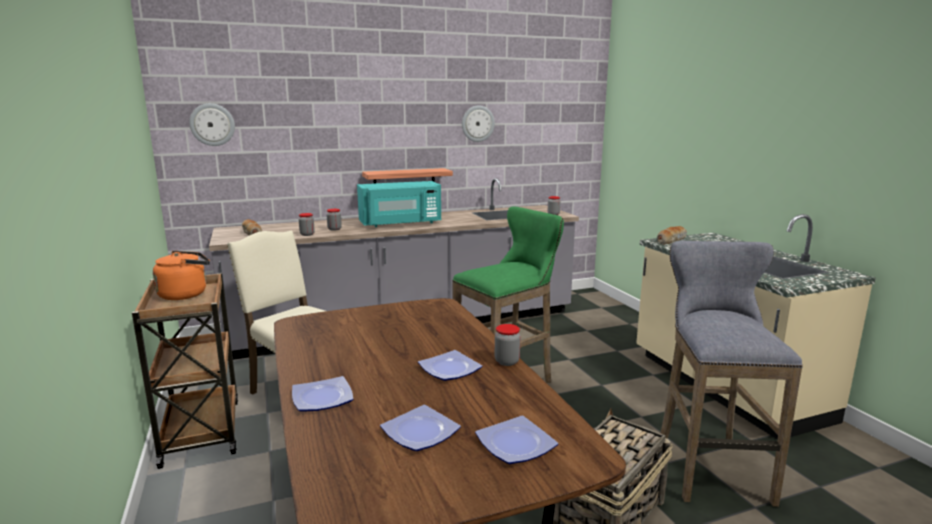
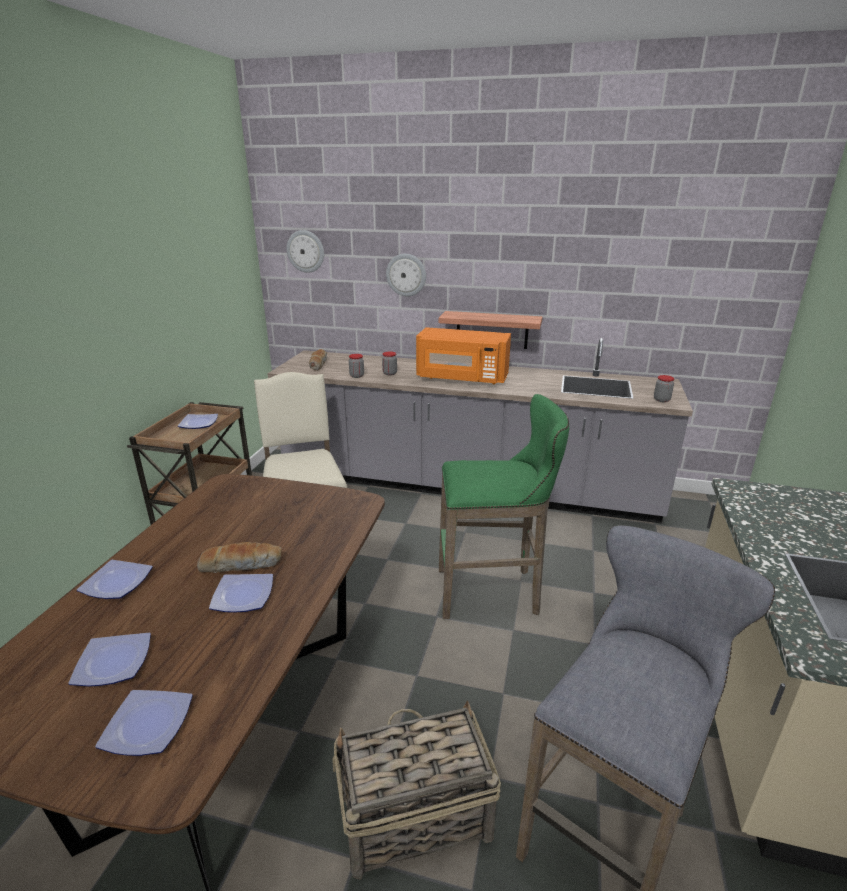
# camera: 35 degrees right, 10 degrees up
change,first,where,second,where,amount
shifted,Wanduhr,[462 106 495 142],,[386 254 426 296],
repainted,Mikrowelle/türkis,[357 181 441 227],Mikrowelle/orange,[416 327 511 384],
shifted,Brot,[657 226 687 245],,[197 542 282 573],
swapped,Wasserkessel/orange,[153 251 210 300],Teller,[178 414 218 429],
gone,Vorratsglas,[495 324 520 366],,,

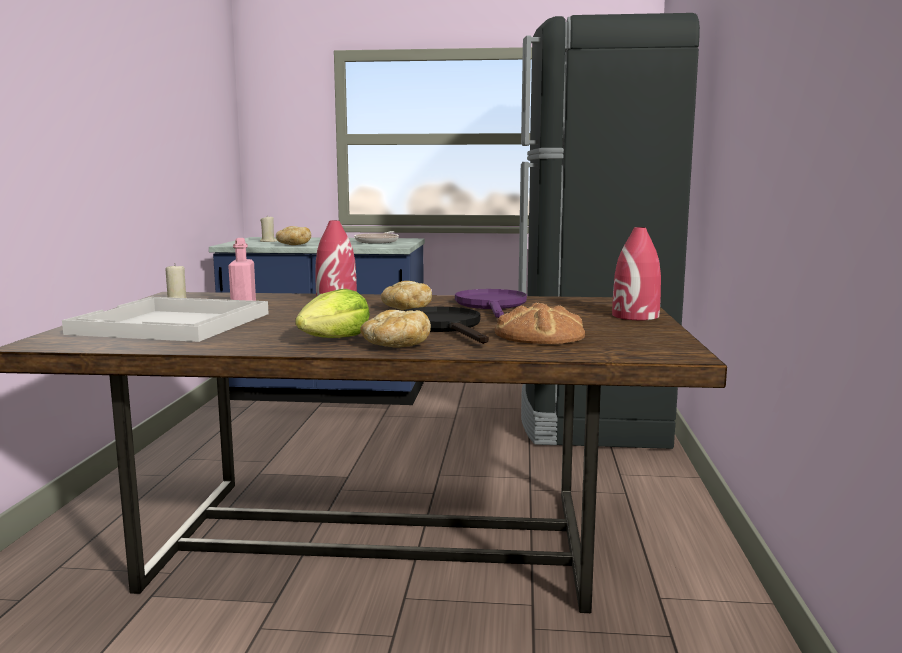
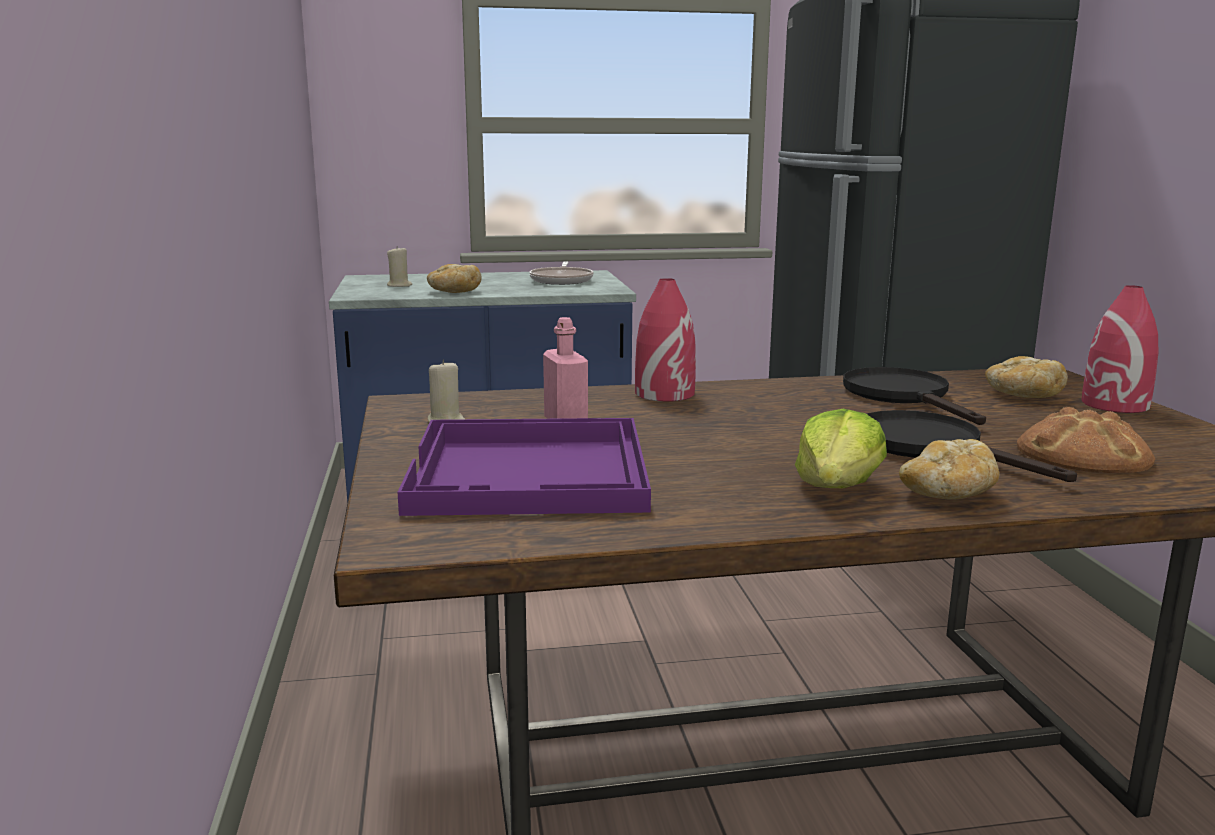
# camera: 15 degrees left, 5 degrees up
change,first,where,second,where,amount
shifted,Brot,[381 281 432 310],,[985 356 1068 398],
repainted,Pfanne/lila,[455 289 527 318],Pfanne/schwarz,[843 367 986 425],
repainted,Tablett/weiß,[62 297 269 342],Tablett/lila,[397 418 651 516],

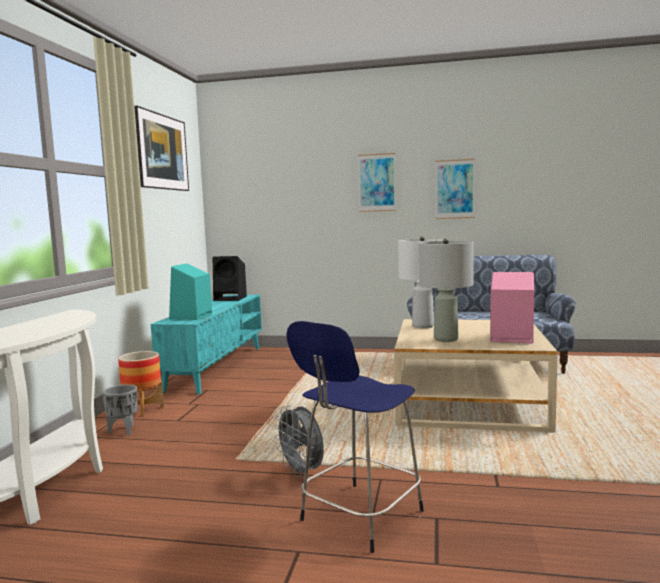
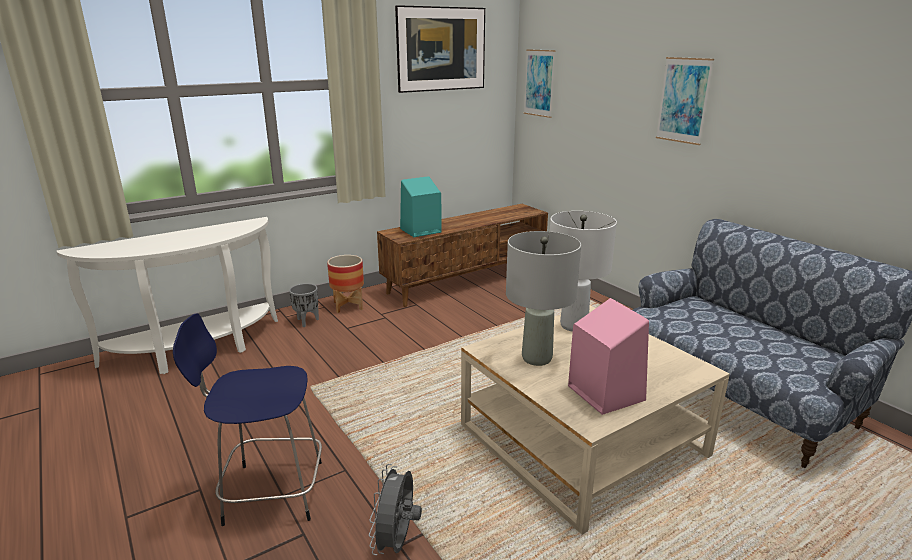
# camera: 45 degrees right, 15 degrees up
change,first,where,second,where,amount
shifted,Bild,[436 159 475 219],,[524 49 556 118],
gone,Lautsprecher/schwarz,[213 256 247 301],,,
repainted,Fernsehschrank/türkis,[151 295 262 394],Fernsehschrank/braun,[377 204 548 307],
shifted,Ventilator/grau,[274 405 324 478],,[369 464 422 555],

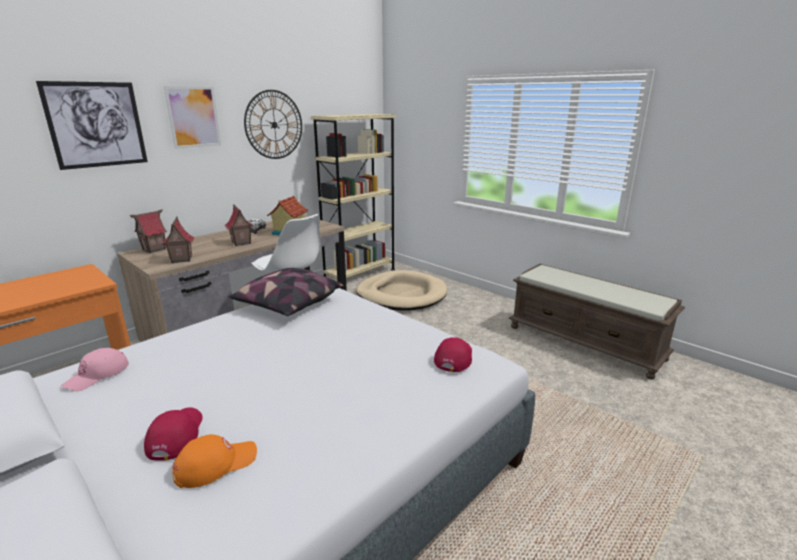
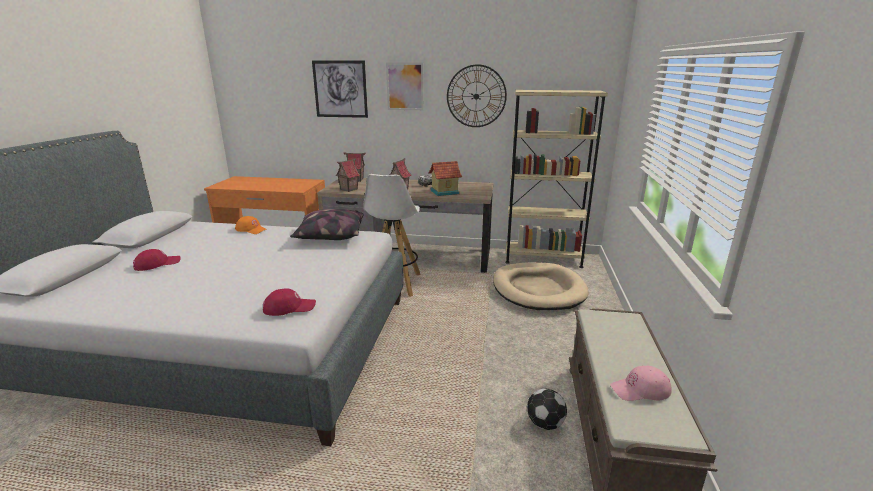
# camera: 55 degrees right, 0 degrees up
change,first,where,second,where,amount
shifted,Kappe/rosa,[61 348 129 391],,[610 366 671 401],
shifted,Kappe/orange,[172 434 257 488],,[235 216 268 234],
new,,,Fußball,[527 389 567 430],

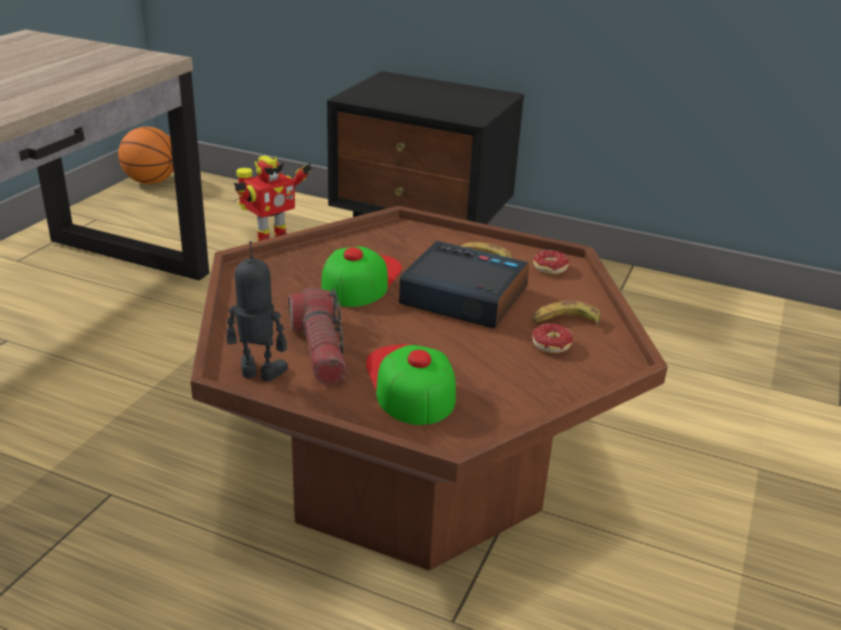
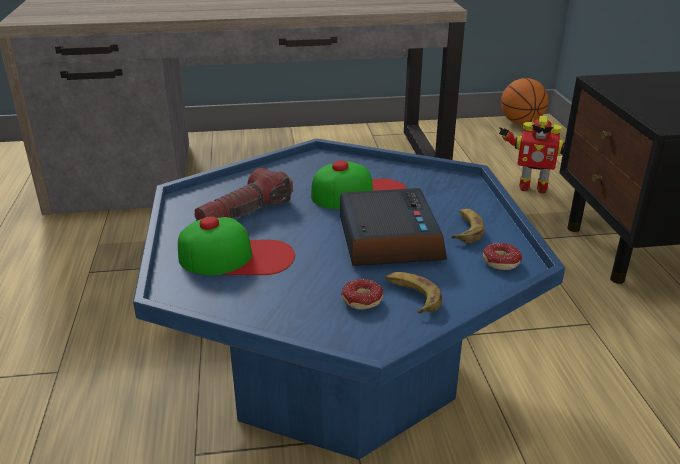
# camera: 60 degrees right, 0 degrees up
change,first,where,second,where,amount
repainted,Couchtisch/braun,[190 206 668 571],Couchtisch/blau,[133 138 565 460],
gone,Spielzeugroboter,[227 241 288 381],,,
rotated,Kappe,[366 344 456 425],,[178 216 295 275],45 degrees clockwise

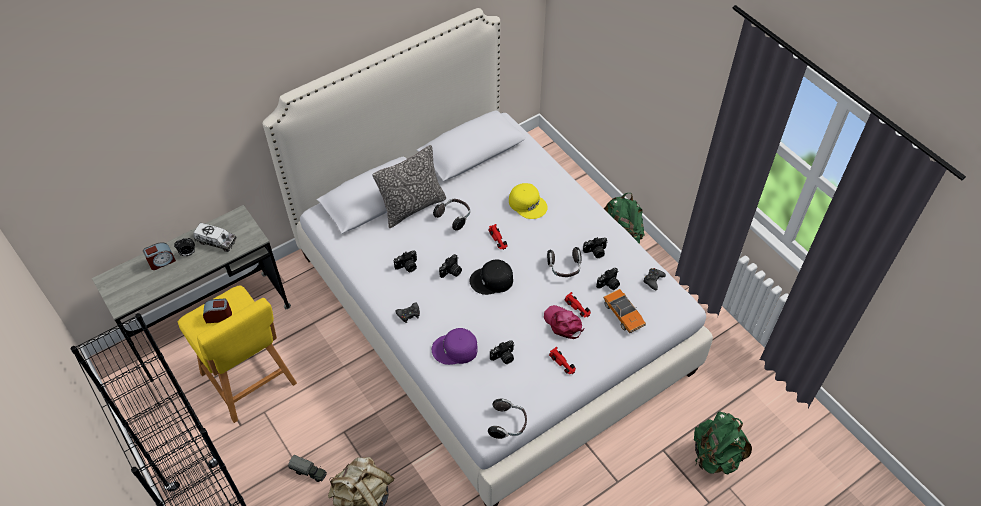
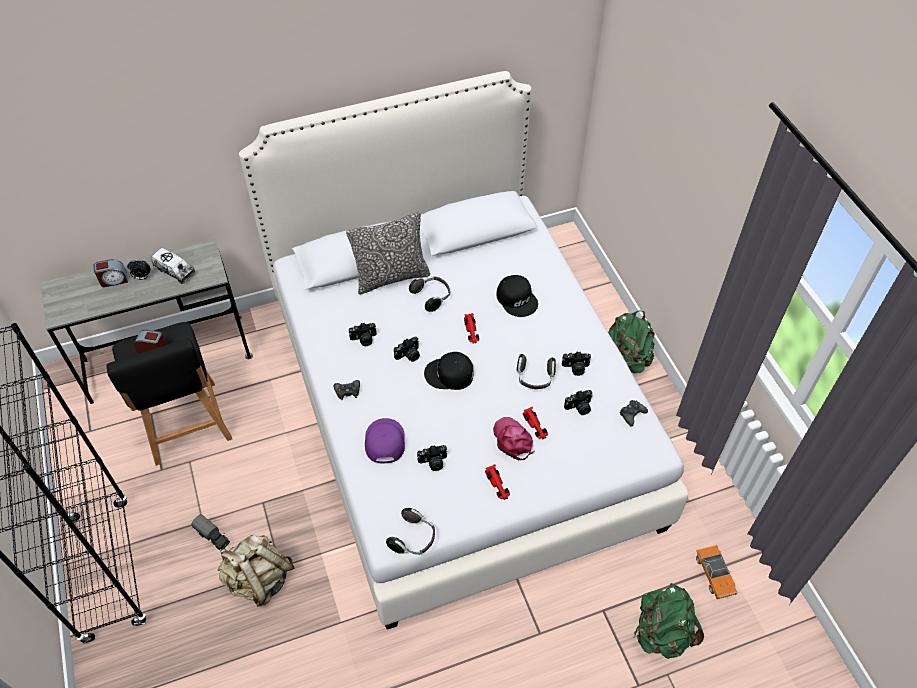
# camera: 15 degrees right, 0 degrees up
change,first,where,second,where,amount
repainted,Kappe/gelb,[509 183 548 219],Kappe/schwarz,[496 275 538 317],
repainted,Hocker/gelb,[178 285 297 423],Hocker/schwarz,[106 322 232 466],
shifted,Spielzeugauto,[603 289 646 333],,[696 545 737 599],
rotated,Kappe/lila,[432 328 478 365],,[365 418 405 463],75 degrees clockwise

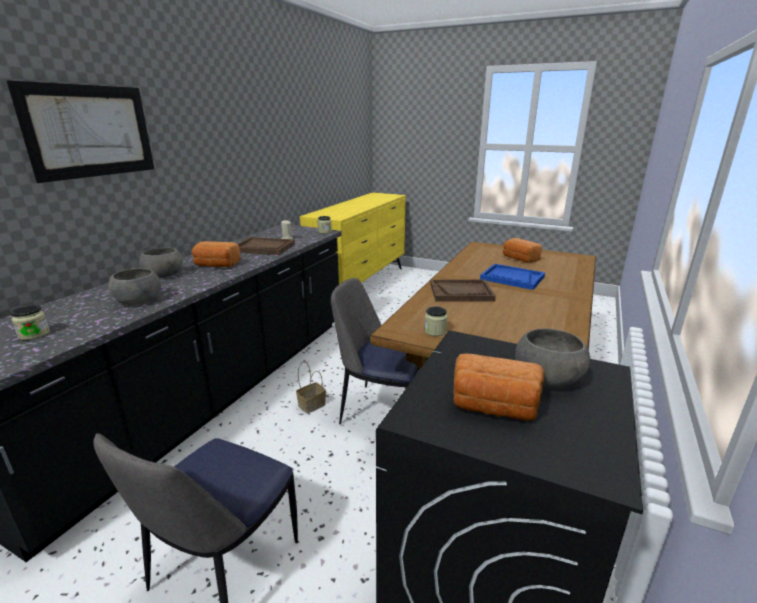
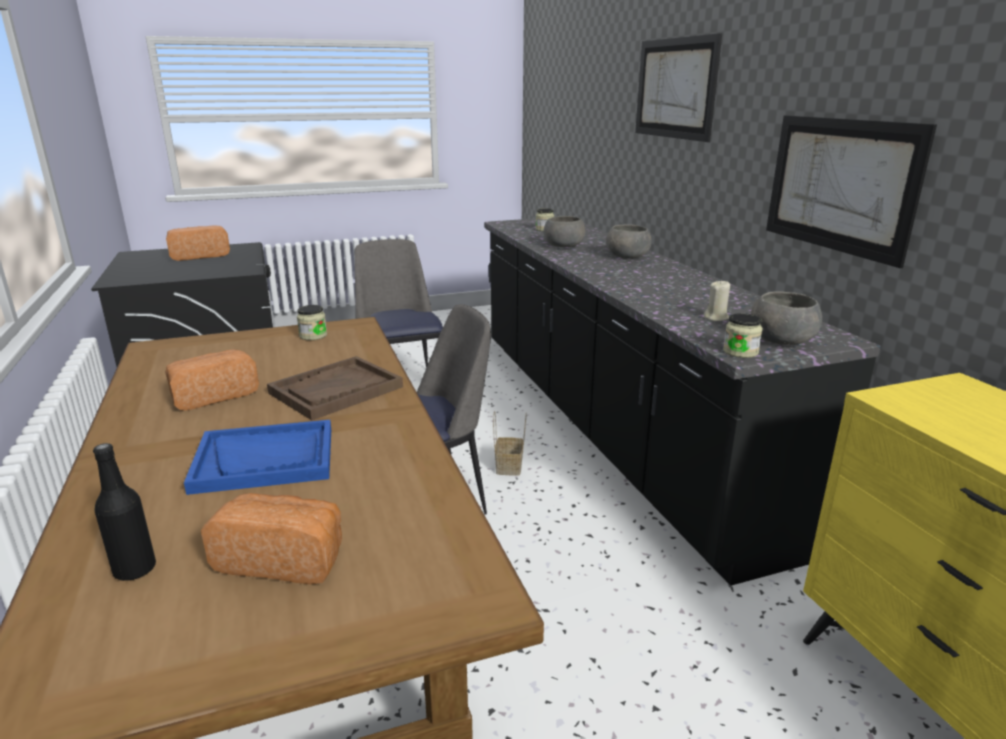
# camera: 135 degrees right, 0 degrees up
change,first,where,second,where,amount
gone,Tablett/braun,[238 237 295 255],,,
shifted,Brot,[192 241 241 267],,[165 350 259 411],
shifted,Schüssel/grau,[515 328 590 387],,[751 291 822 345],
new,,,Bild,[766 116 937 268],
new,,,Flasche/schwarz,[93 443 156 581],

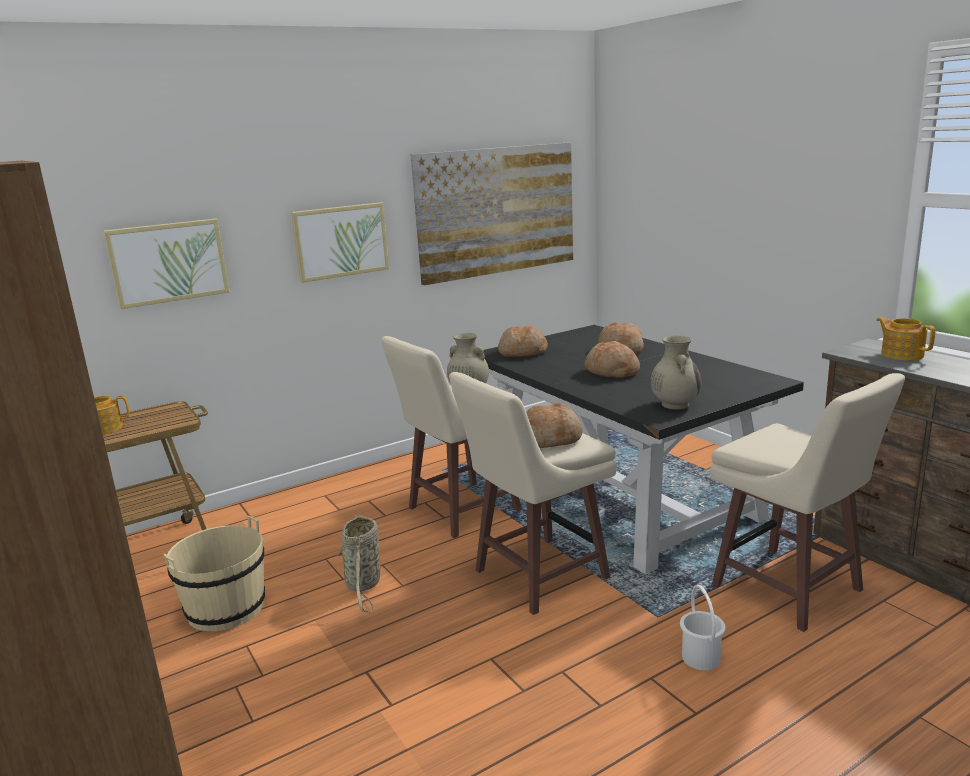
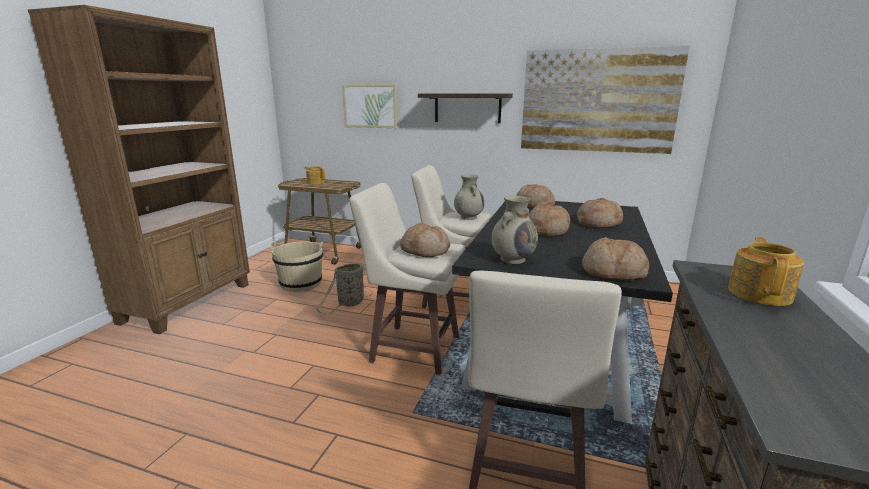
# camera: 50 degrees right, 0 degrees up
change,first,where,second,where,amount
swapped,Bild,[291 202 389 283],Wandregal,[418 93 513 123],
gone,Eimer/weiß,[680 585 726 670],,,
new,,,Brot,[582 237 649 280],

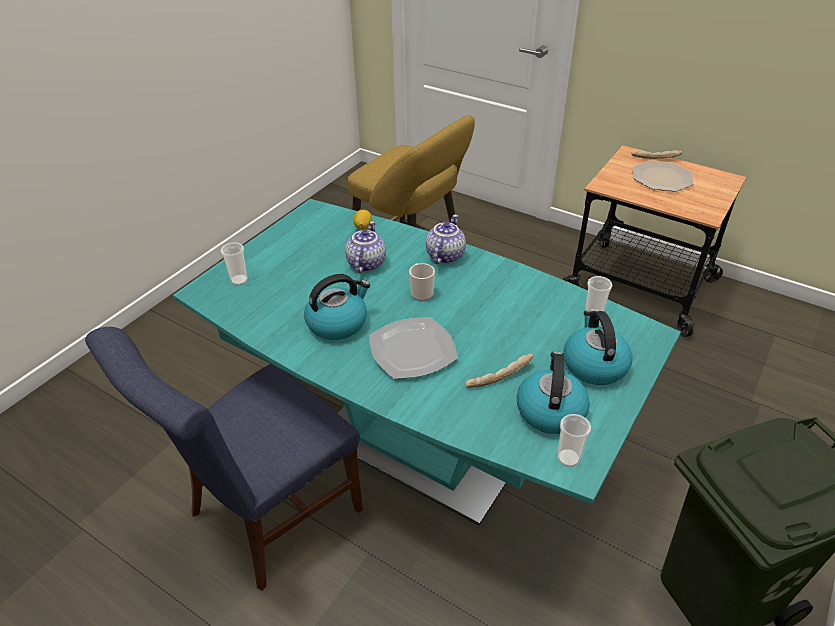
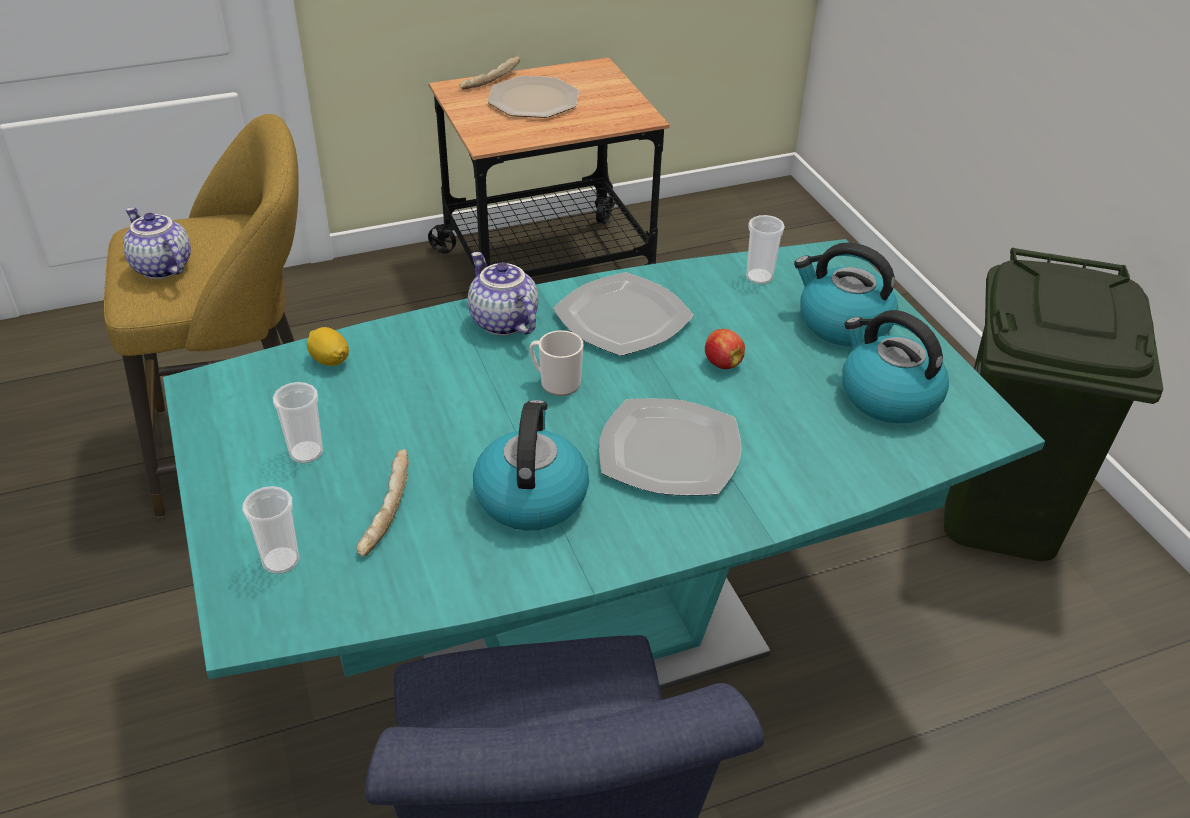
# camera: 55 degrees left, 0 degrees up
change,first,where,second,where,amount
shifted,Teekanne,[345 221 386 273],,[123 207 191 279],
shifted,Brot,[465 353 533 388],,[356 449 409 557],
shifted,Tasse,[557 414 591 467],,[273 382 323 463],
new,,,Teller,[553 272 694 356],
new,,,Apfel,[705 329 745 369],

